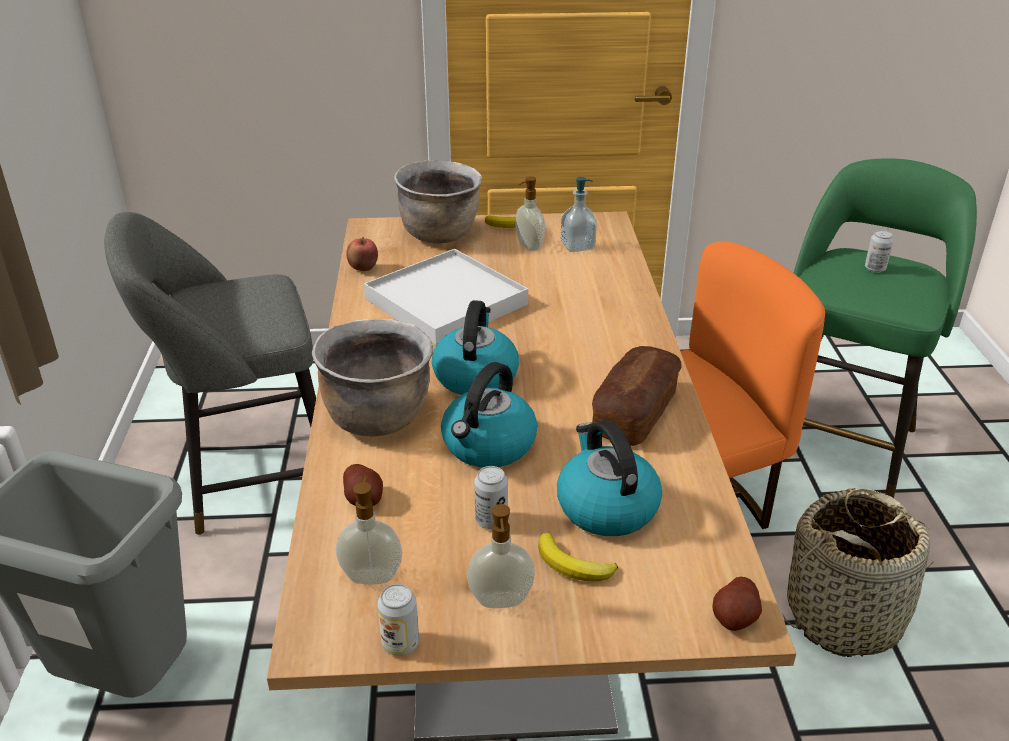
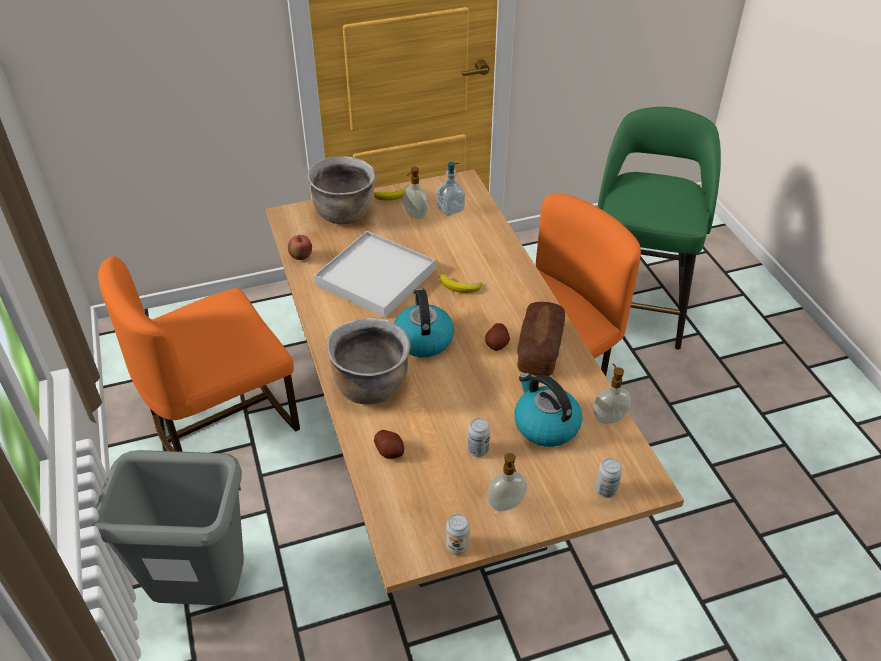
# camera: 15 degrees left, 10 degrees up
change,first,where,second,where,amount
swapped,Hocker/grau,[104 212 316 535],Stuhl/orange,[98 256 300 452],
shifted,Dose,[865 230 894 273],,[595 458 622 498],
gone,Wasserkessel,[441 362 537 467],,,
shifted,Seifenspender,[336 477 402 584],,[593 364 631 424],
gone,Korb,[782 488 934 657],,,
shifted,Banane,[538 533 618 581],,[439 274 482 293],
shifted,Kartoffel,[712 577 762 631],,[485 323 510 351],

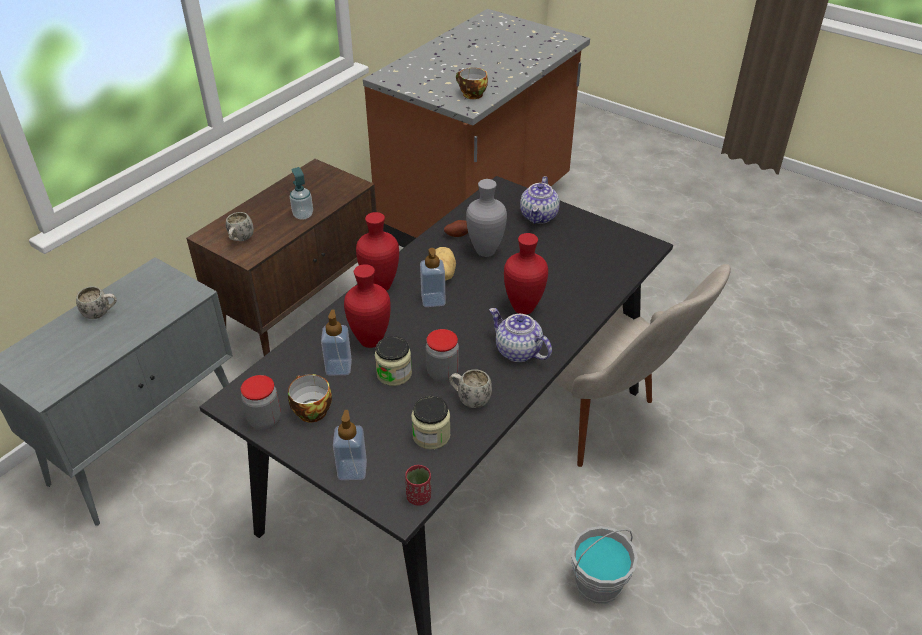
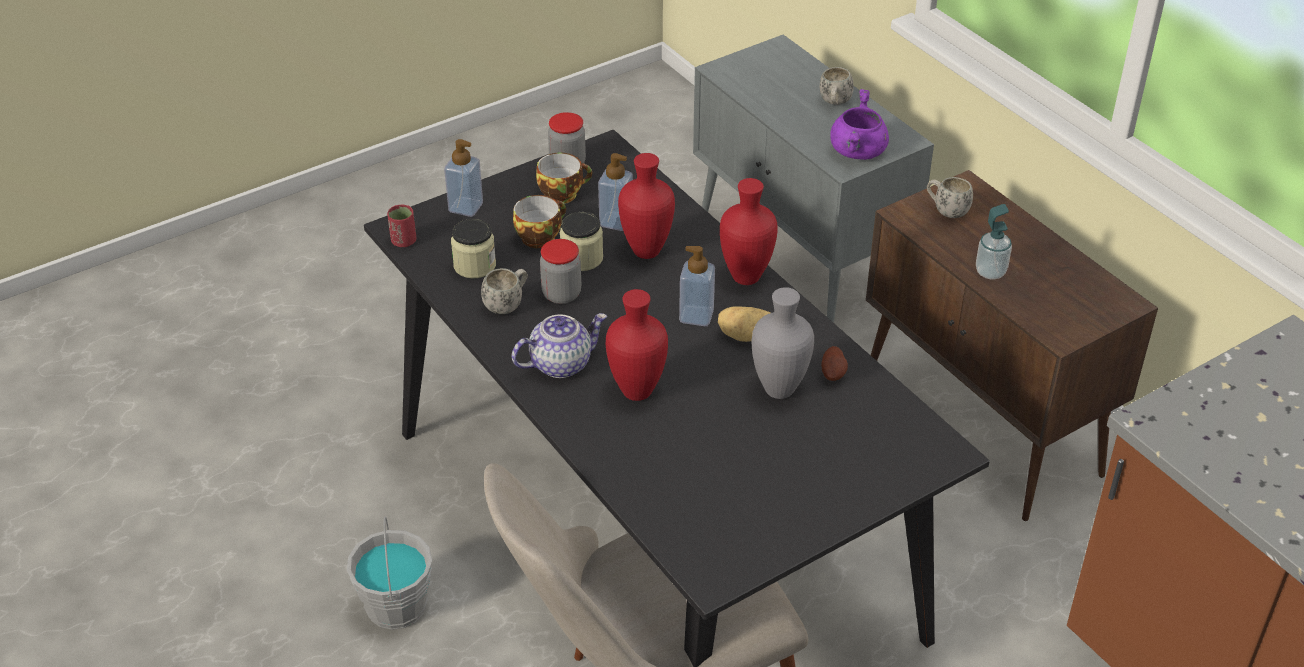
# camera: 110 degrees right, 0 degrees up
change,first,where,second,where,amount
shifted,Tasse,[456 68 488 99],,[513 195 566 248],
gone,Teekanne,[520 176 560 224],,,
new,,,Kochtopf/lila,[830 89 889 160],

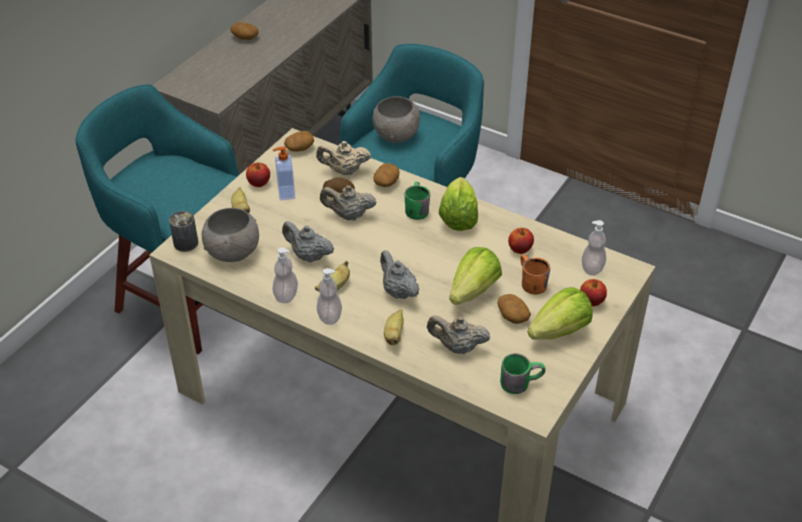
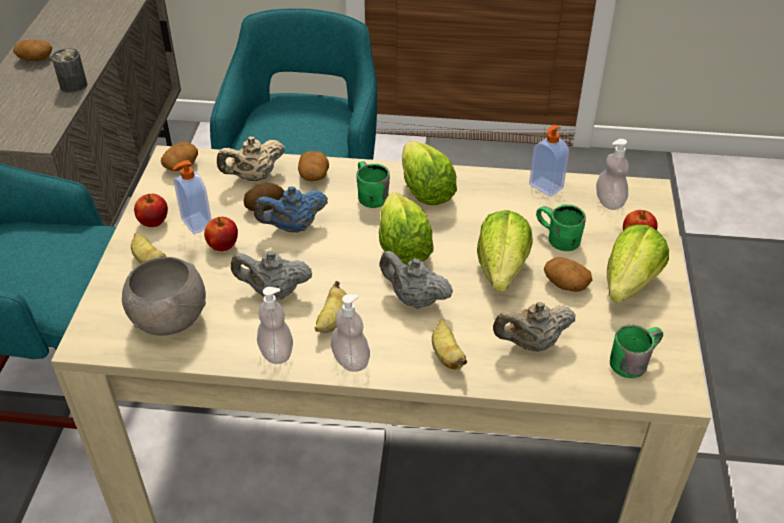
# camera: 25 degrees left, 0 degrees up
change,first,where,second,where,amount
gone,Schüssel/grau,[372 96 420 143],,,
repainted,Teekanne/beige,[320 185 376 220],Teekanne/blau,[254 186 328 233],
shifted,Dose,[169 211 198 252],,[52 48 88 93],
shifted,Apfel,[508 228 534 254],,[204 217 238 251],
repainted,Henkelbecher/orange,[520 254 550 295],Henkelbecher/grün,[536 204 586 251],
new,,,Seifenspender,[529 124 569 197],
new,,,Salatkopf,[379 192 434 265],

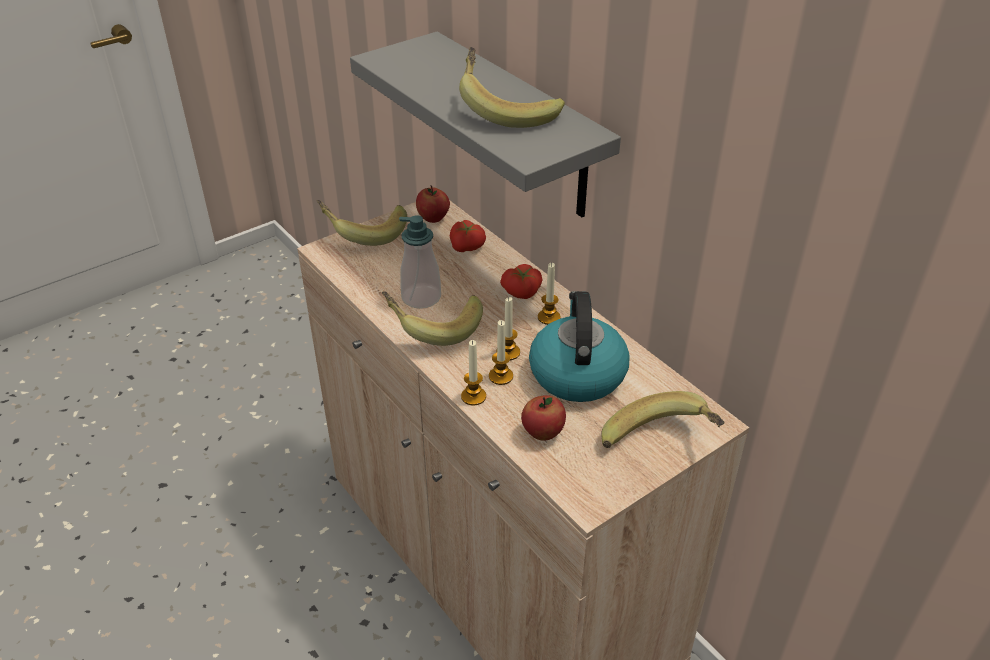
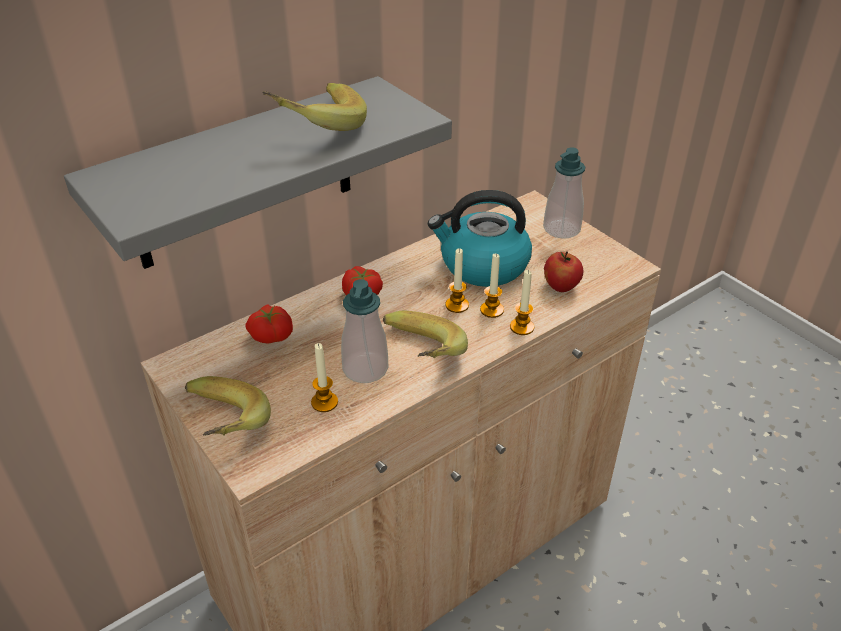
# camera: 90 degrees left, 0 degrees up
change,first,where,second,where,amount
gone,Apfel,[416 185 450 223],,,
shifted,Kerze,[538 263 560 325],,[311 343 338 412],
swapped,Banane,[601 391 724 448],Seifenspender,[543 147 585 239],

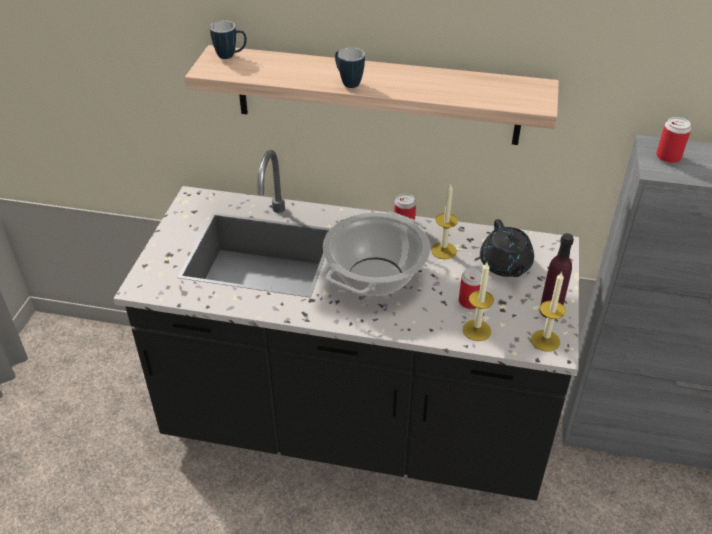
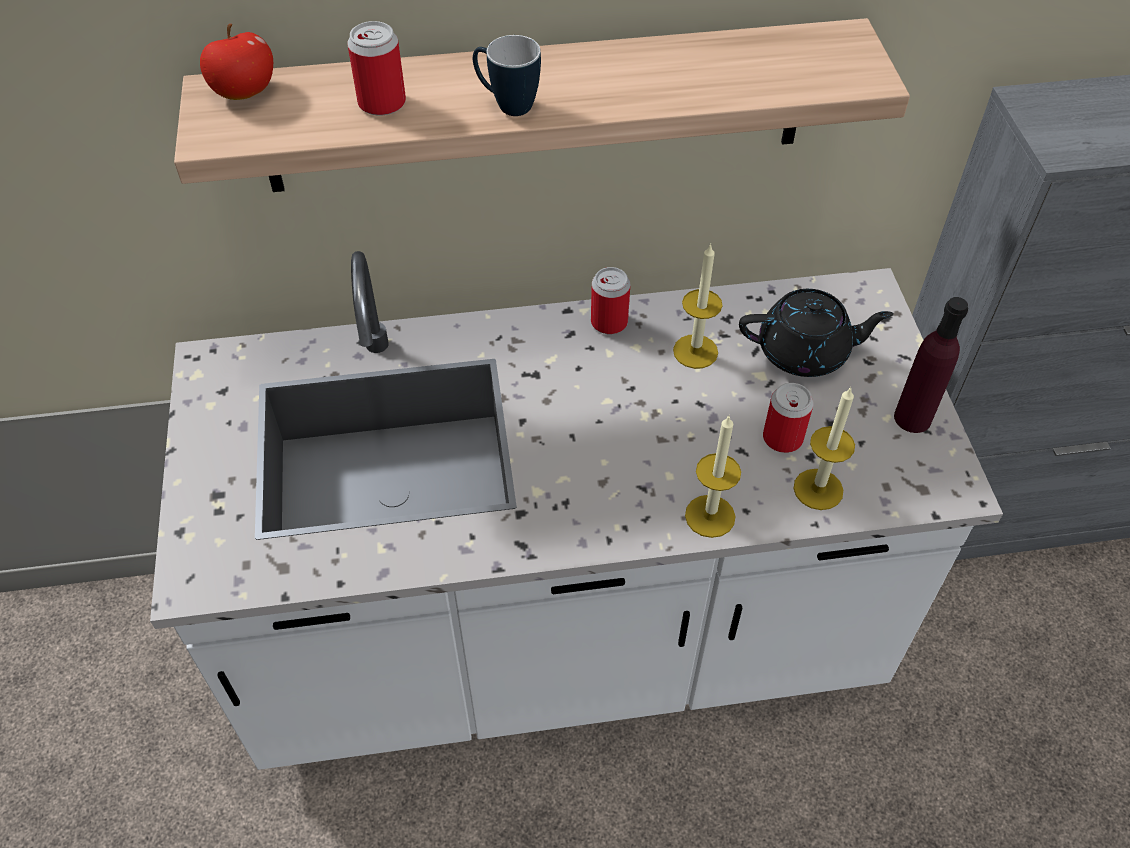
# camera: 20 degrees left, 10 degrees up
change,first,where,second,where,amount
swapped,Henkelbecher,[210 20 247 59],Apfel,[200 24 273 100],
shifted,Dose,[656 117 691 163],,[347 21 406 116],
repainted,Küchenzeile/schwarz,[113 150 579 501],Küchenzeile/weiß,[150 251 1003 770],
gone,Kochtopf,[323 212 430 296],,,
rotated,Teekanne/schwarz,[480 219 534 277],,[739 289 894 377],60 degrees counterclockwise
shifted,Kerze,[531 271 566 352],,[685 416 741 538],

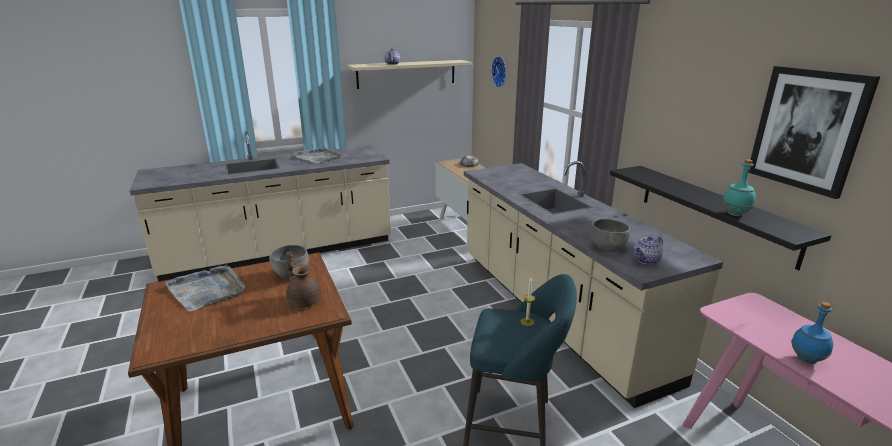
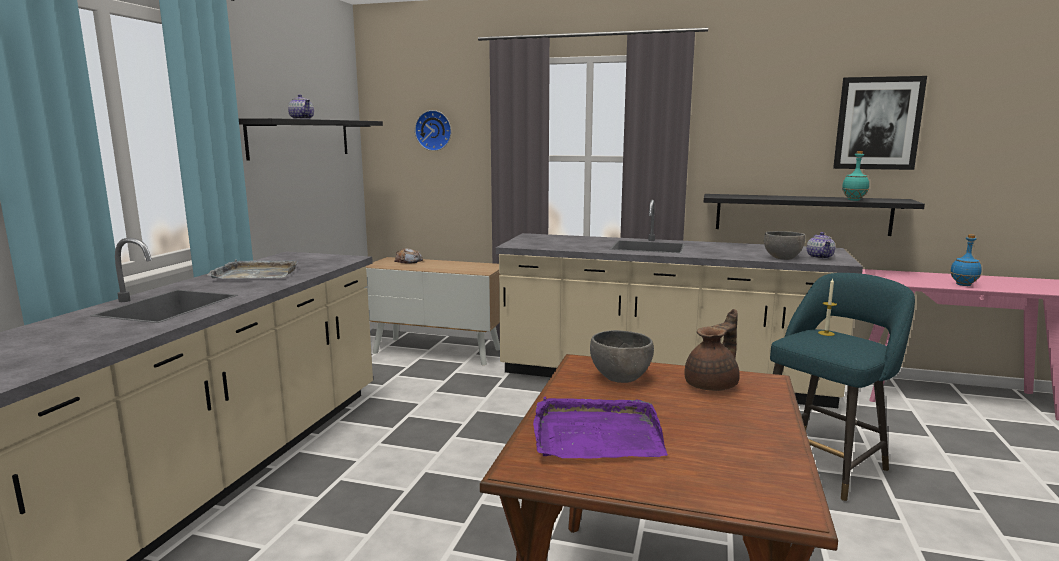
# camera: 50 degrees left, 10 degrees down
change,first,where,second,where,amount
repainted,Wandregal/beige,[347 60 472 89],Wandregal/schwarz,[239 118 383 161],
rotated,Teekanne/braun,[286 252 322 308],,[684 309 740 391],135 degrees clockwise
repainted,Tablett/grau,[165 265 245 311],Tablett/lila,[533 397 668 459],

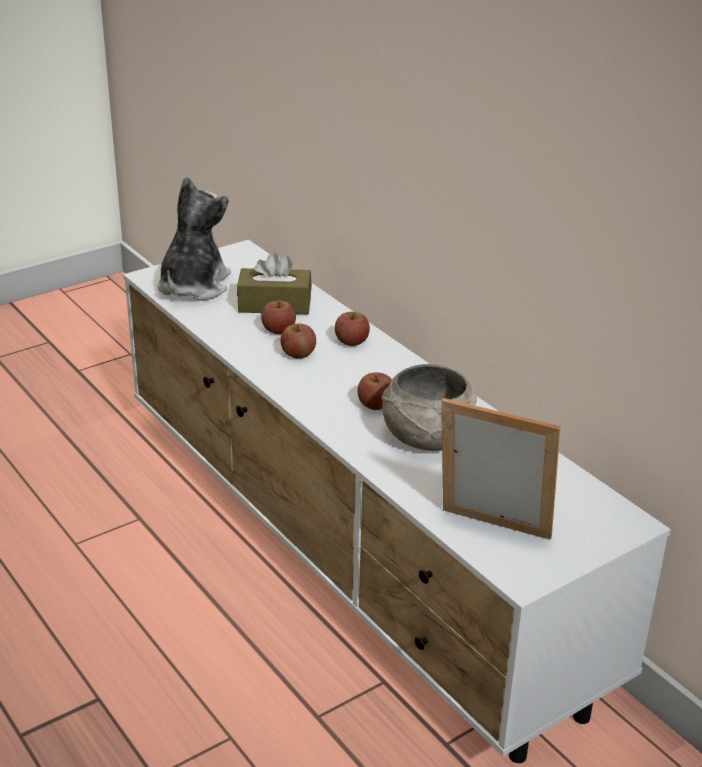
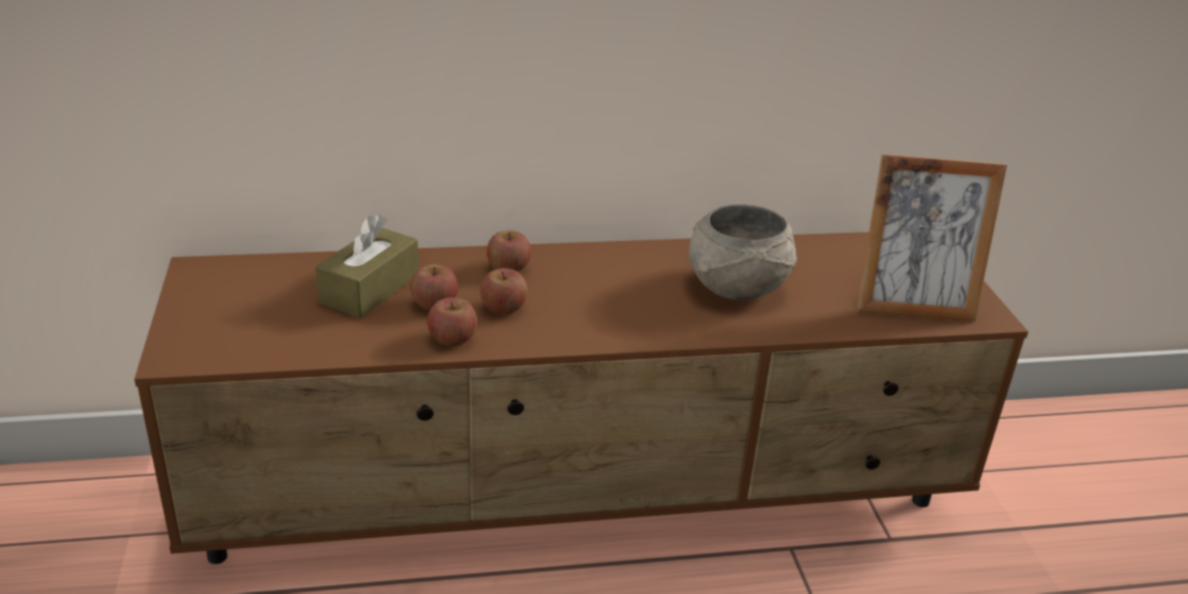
# camera: 65 degrees left, 0 degrees up
change,first,where,second,where,amount
gone,Plüschtier,[158 177 231 301],,,
repainted,Fernsehschrank/weiß,[123 240 671 763],Fernsehschrank/braun,[134 232 1028 564],
shifted,Apfel,[357 372 392 410],,[427 297 477 346],
rotated,Bilderrahmen,[441 398 561 540],,[856 154 1007 322],135 degrees counterclockwise

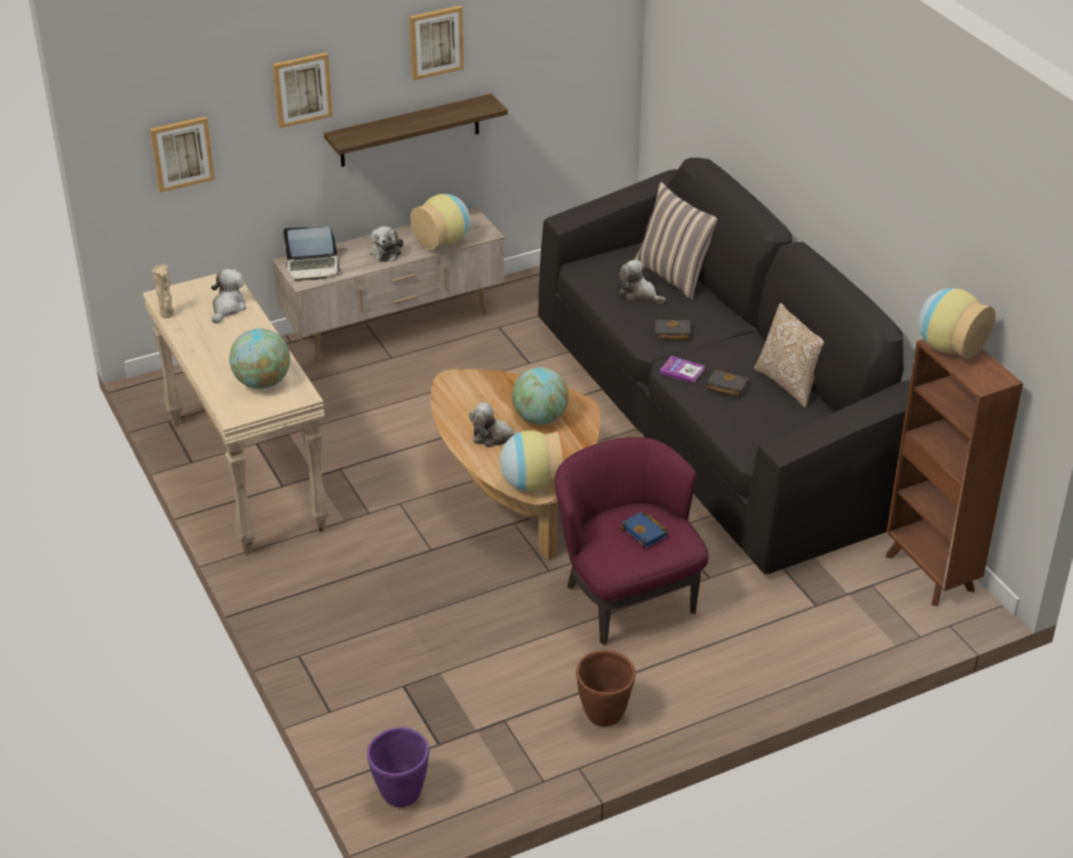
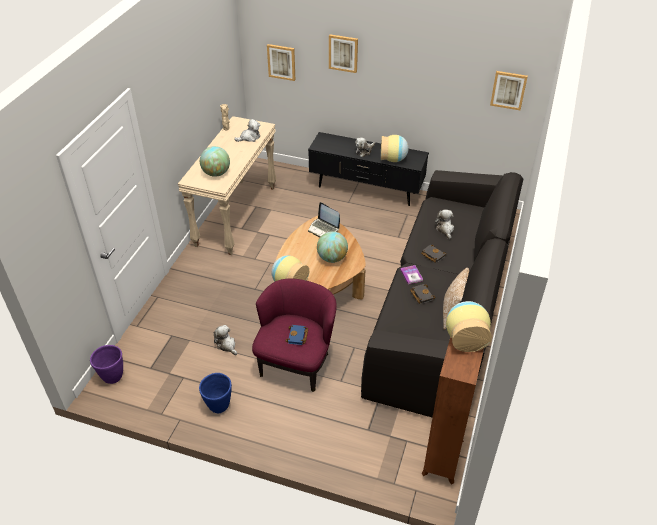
# camera: 45 degrees right, 5 degrees up
change,first,where,second,where,amount
shifted,Bild,[409 6 464 80],,[490 71 528 110],
gone,Wandregal,[324 94 508 167],,,
gone,Kissen,[634 182 717 300],,,
repainted,Fernsehschrank/beige,[273 207 505 362],Fernsehschrank/schwarz,[308 132 429 206],
shifted,Laptop,[283 227 342 281],,[308 202 340 237],
shifted,Plüschtier,[469 402 519 447],,[214 325 237 355],
repainted,Pflanzkübel/braun,[576 650 636 726],Pflanzkübel/blau,[199 373 232 413],

